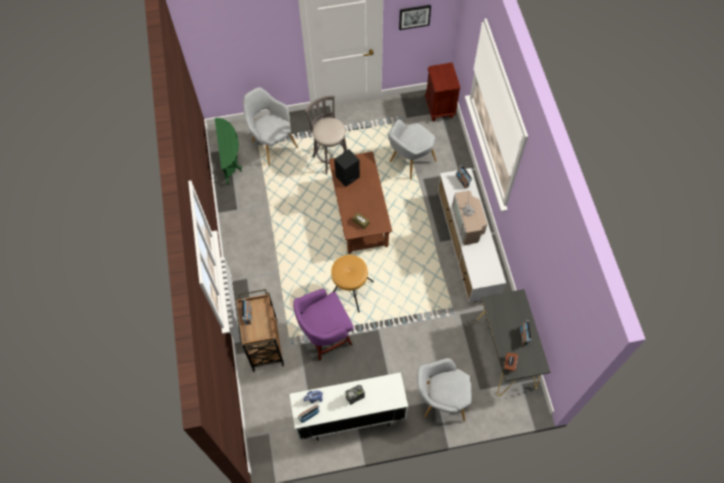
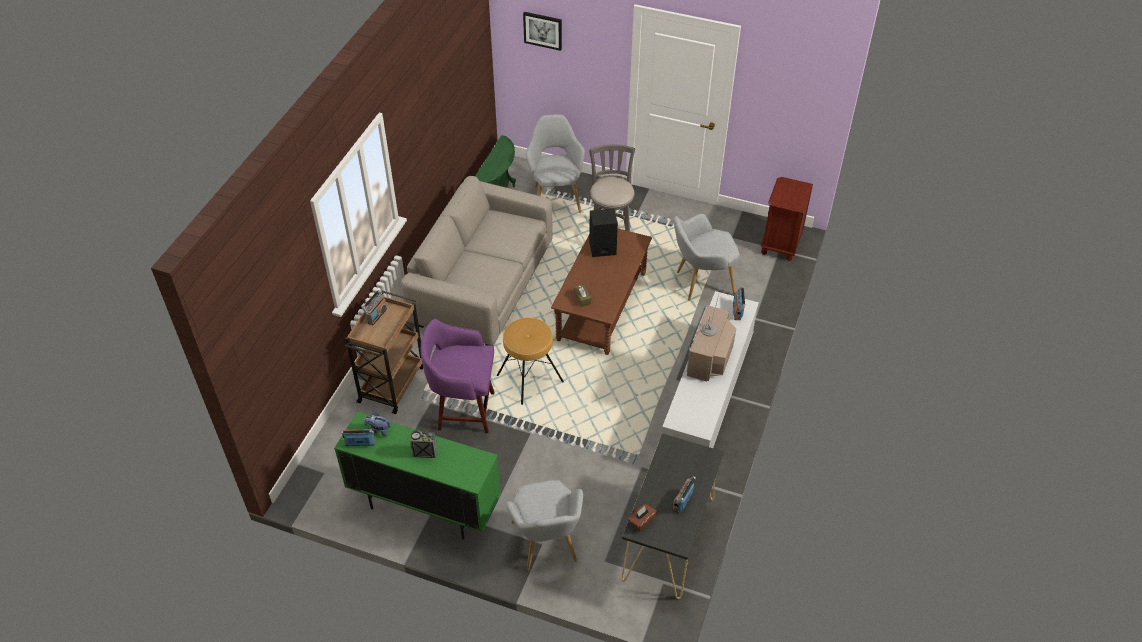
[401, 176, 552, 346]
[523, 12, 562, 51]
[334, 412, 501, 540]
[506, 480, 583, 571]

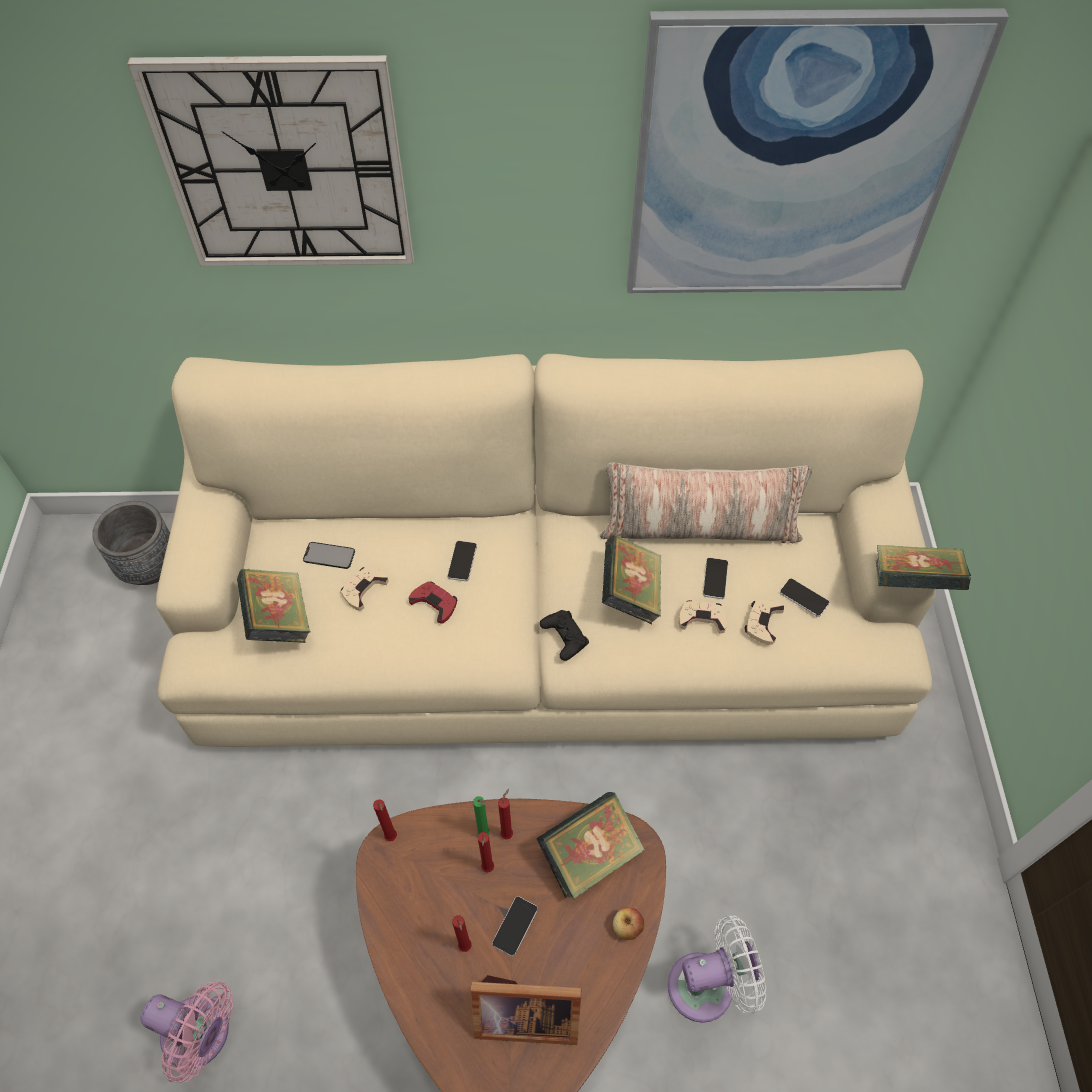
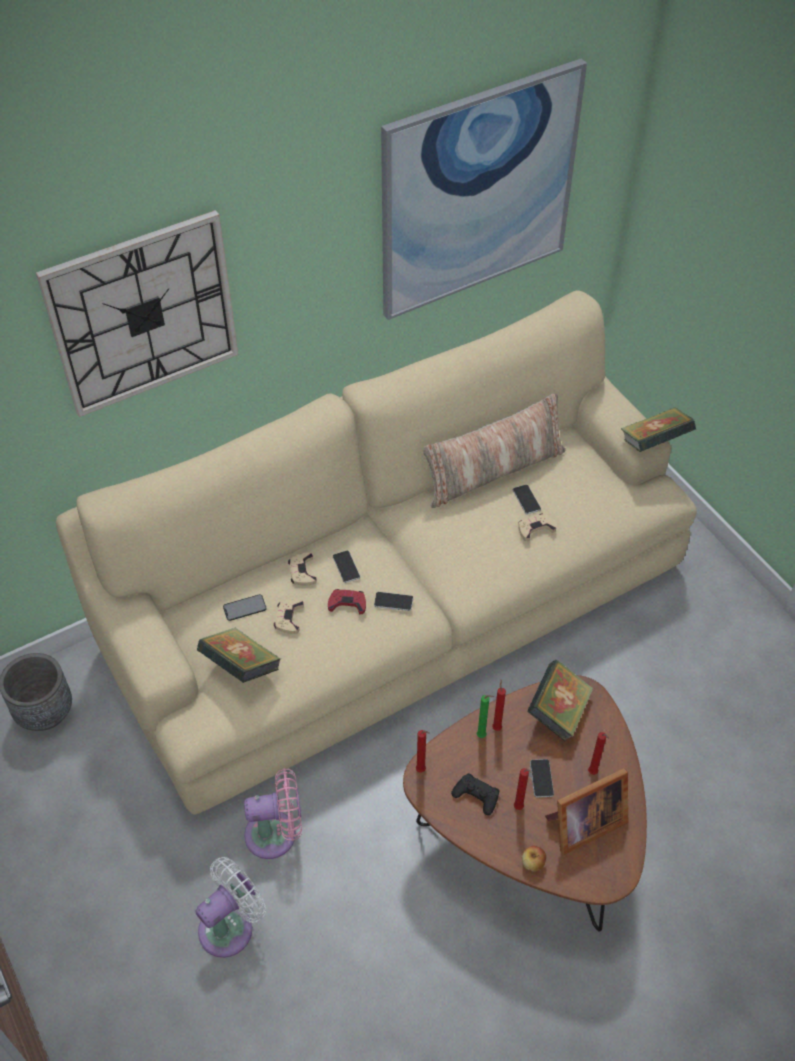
[602, 535, 662, 624] (first image)
[244, 768, 302, 859]
[588, 732, 609, 775]
[451, 773, 500, 815]
[522, 846, 546, 872]
[196, 857, 266, 958]
[288, 553, 317, 586]
[374, 592, 413, 611]

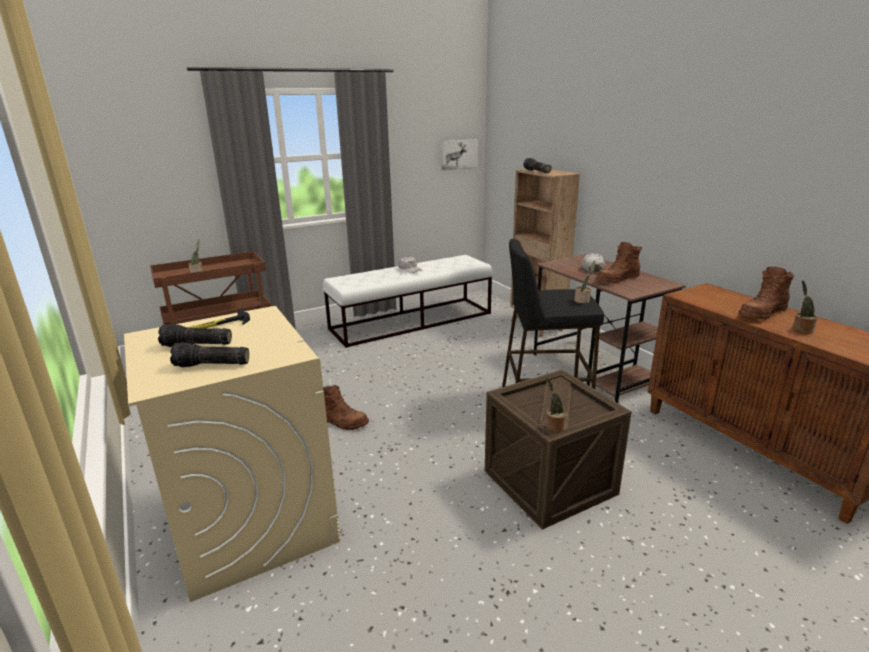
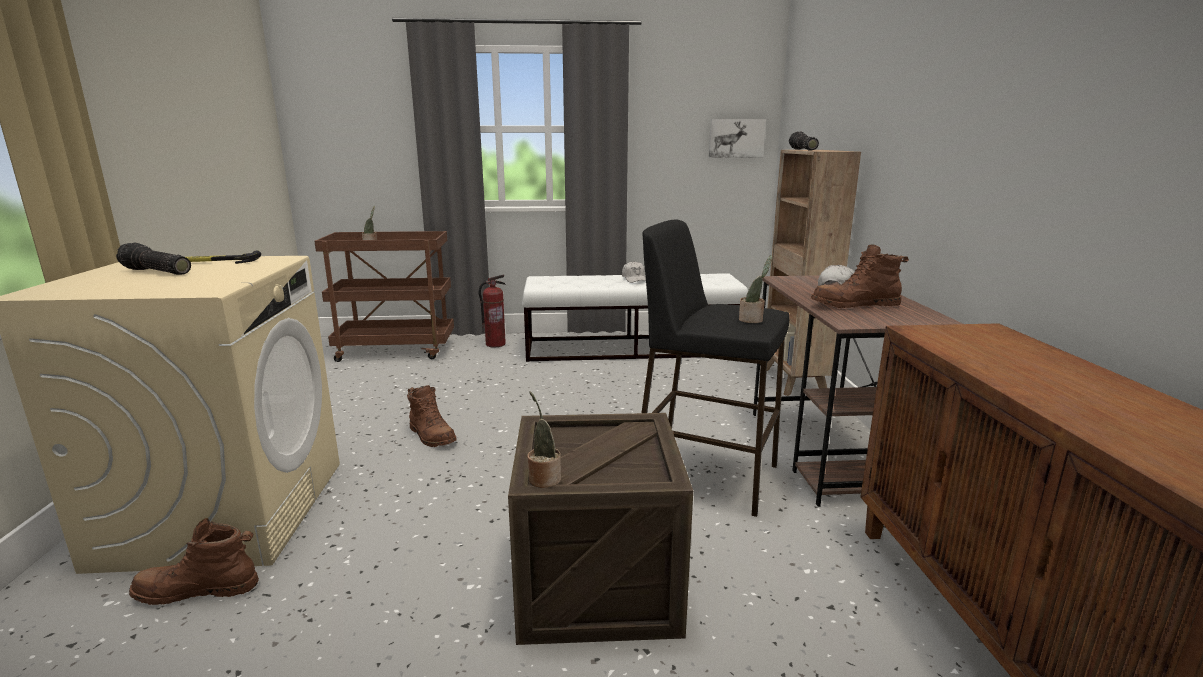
[170, 342, 249, 367] (first image)
[792, 280, 818, 334] (first image)
[479, 275, 506, 347]
[129, 518, 259, 605]

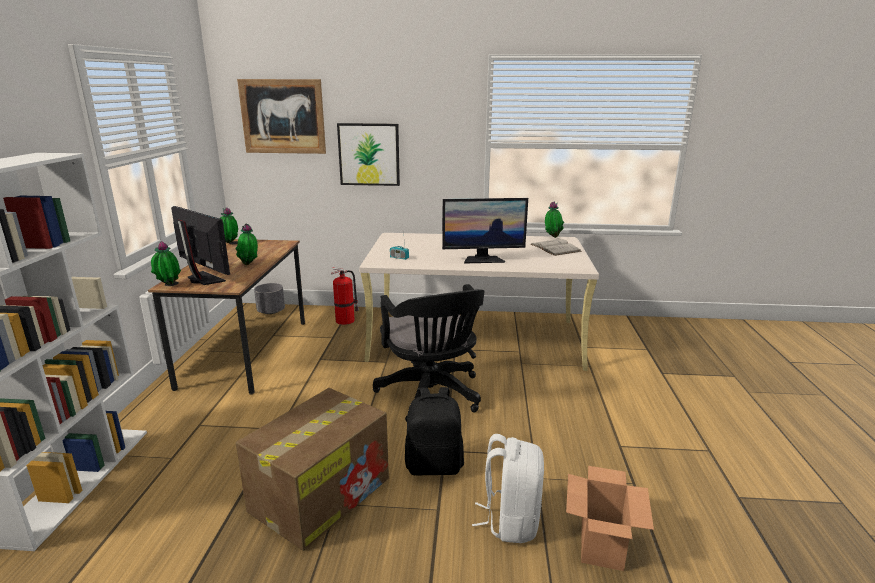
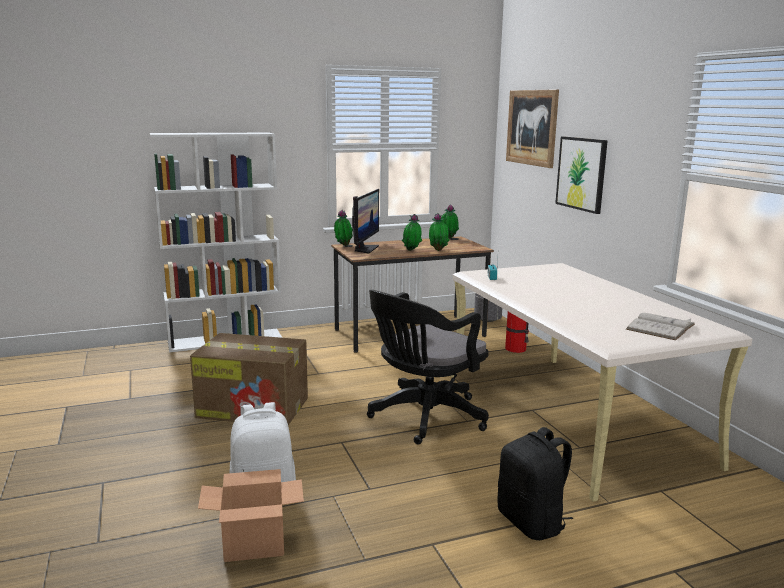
[442, 198, 528, 263] (first image)
[497, 427, 573, 540]
[429, 213, 450, 251]

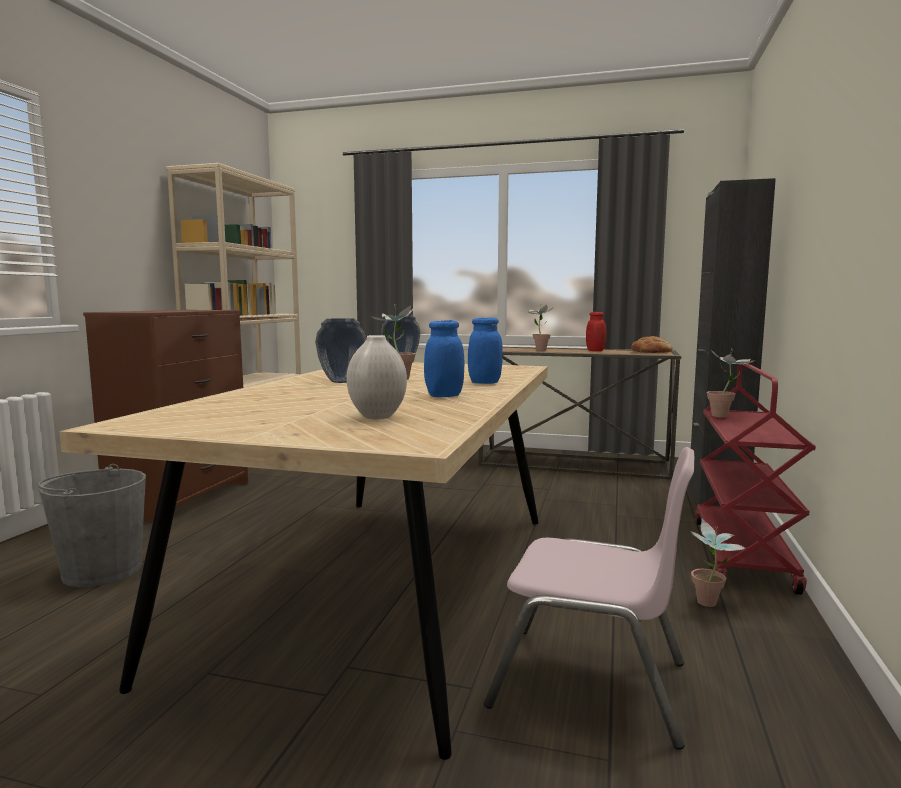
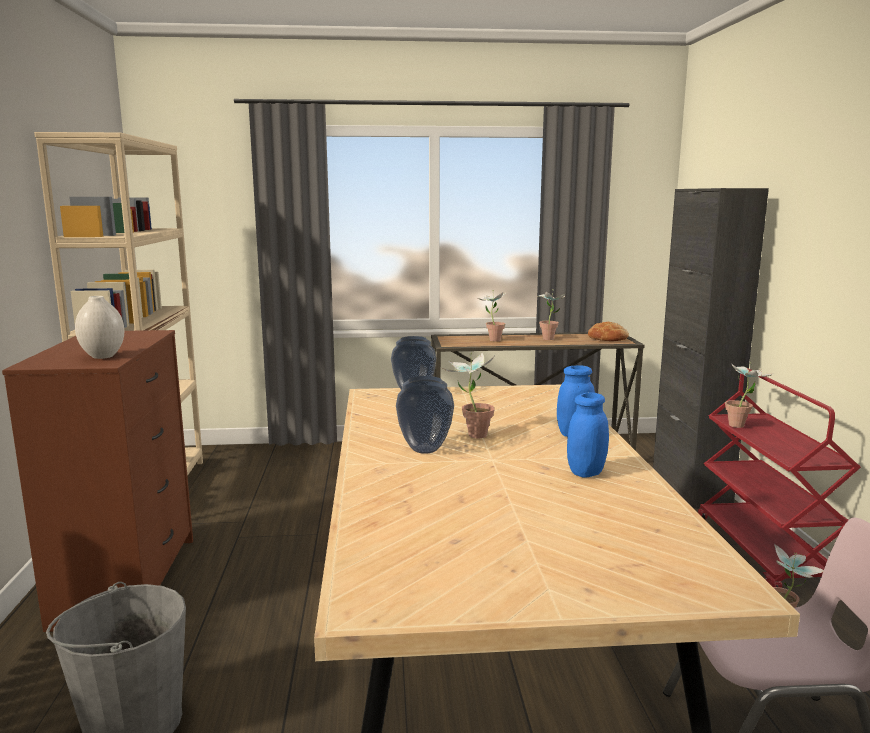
[75, 296, 124, 359]
[539, 289, 566, 340]

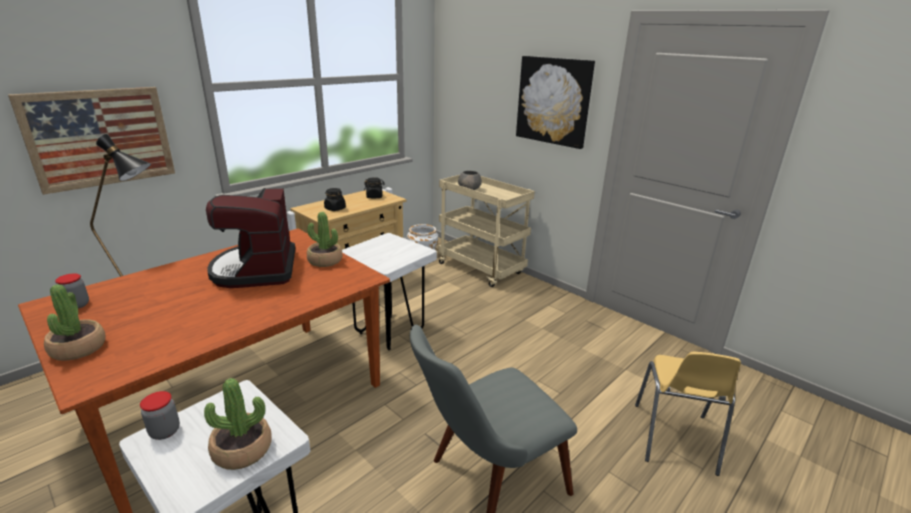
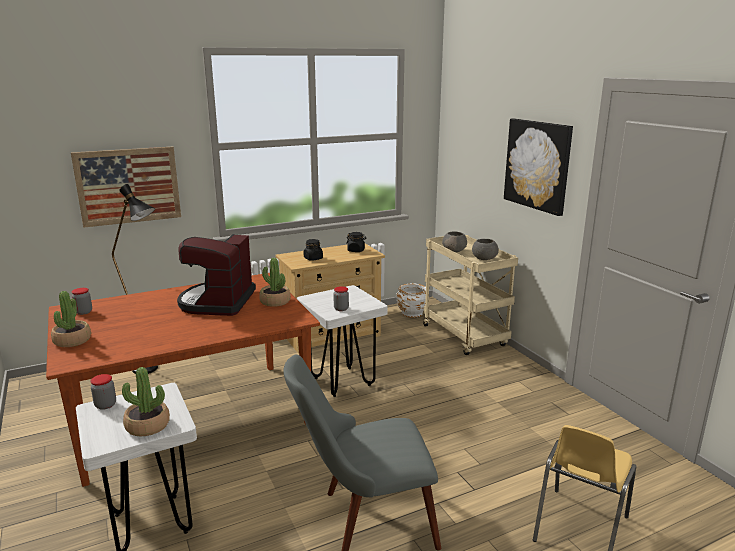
[333, 286, 349, 311]
[472, 239, 499, 260]

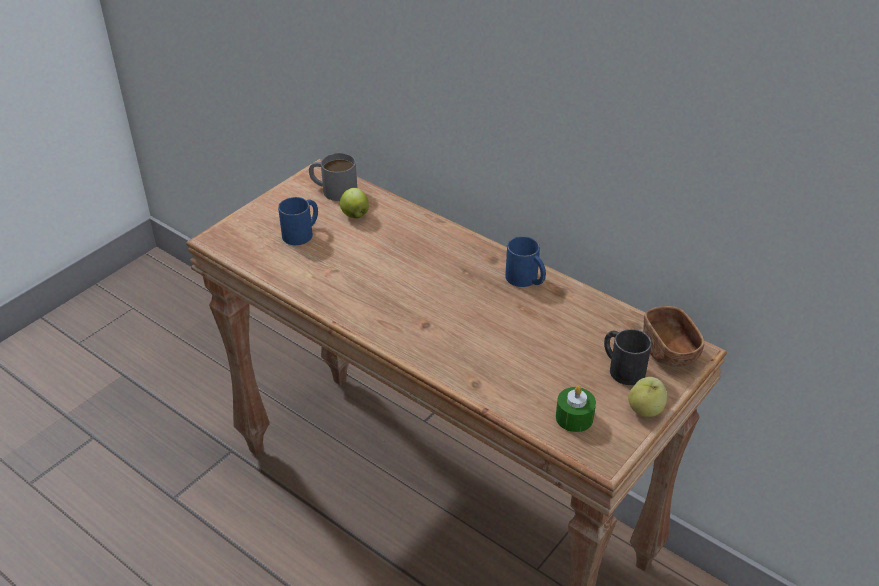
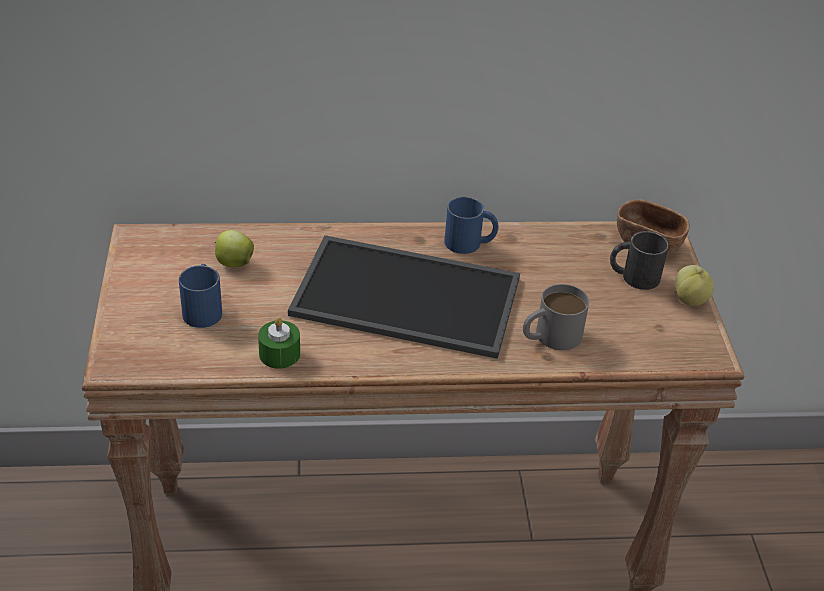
[288, 235, 520, 359]
[523, 284, 589, 350]
[258, 317, 300, 369]

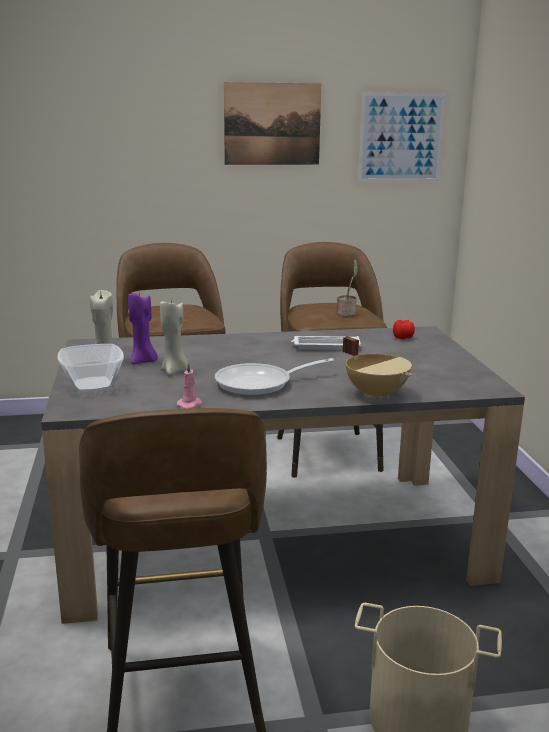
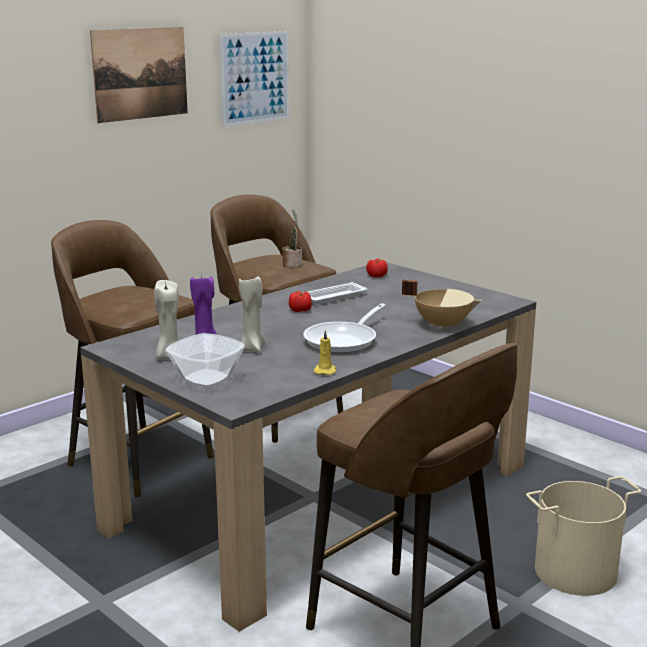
[289, 291, 312, 312]
[314, 330, 336, 375]

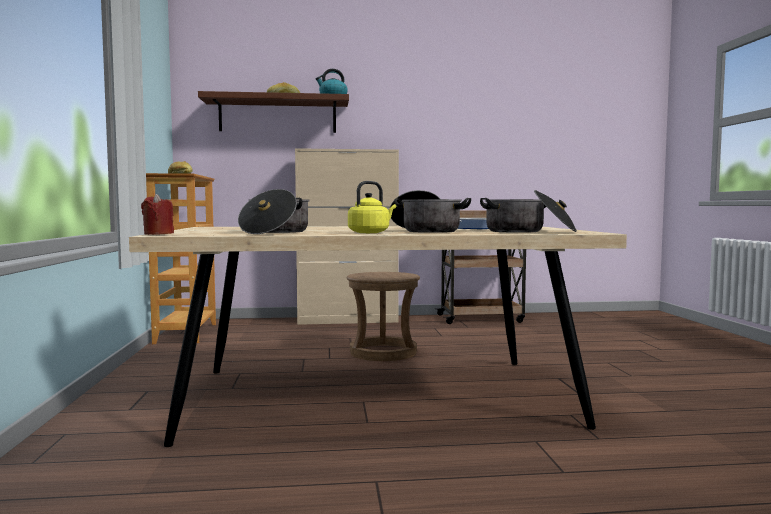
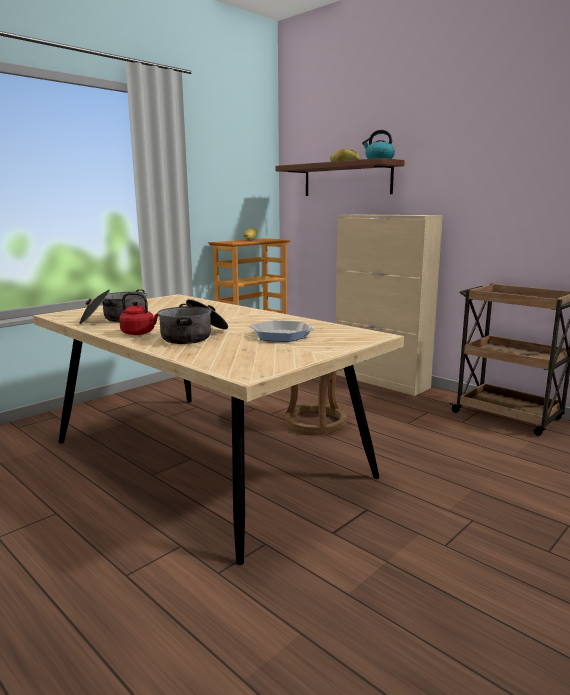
[141, 194, 174, 235] (first image)
[480, 190, 577, 233] (first image)
[119, 292, 159, 335]

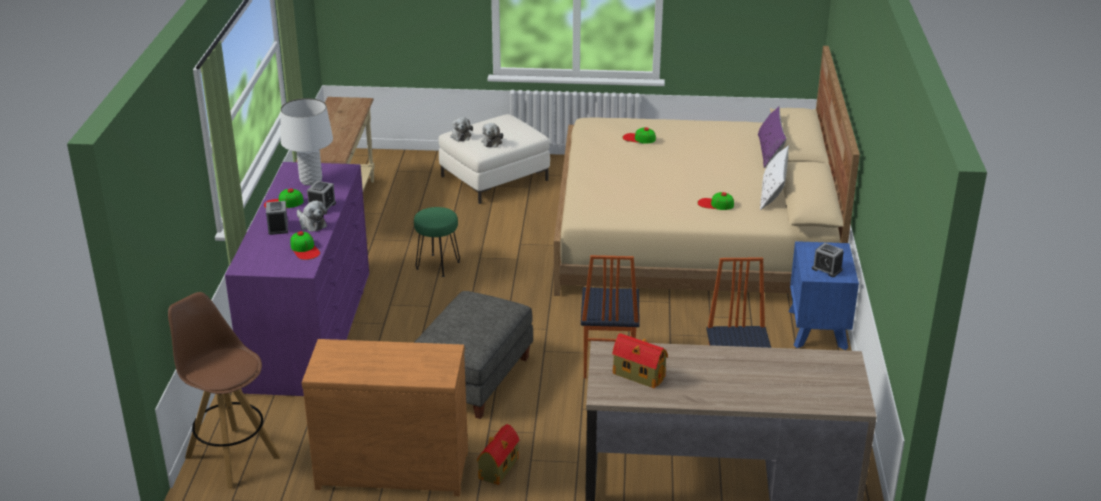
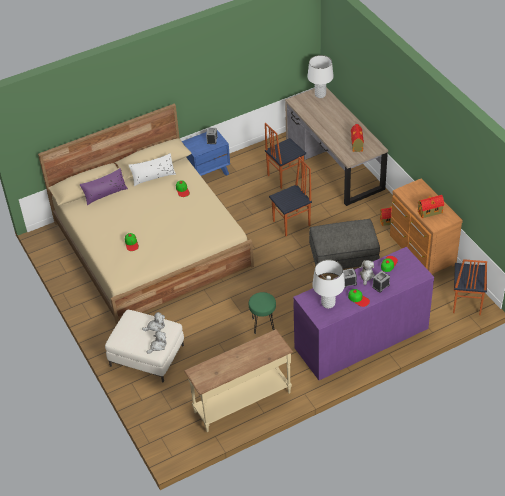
[307, 55, 334, 98]
[418, 195, 444, 218]
[453, 259, 487, 315]

